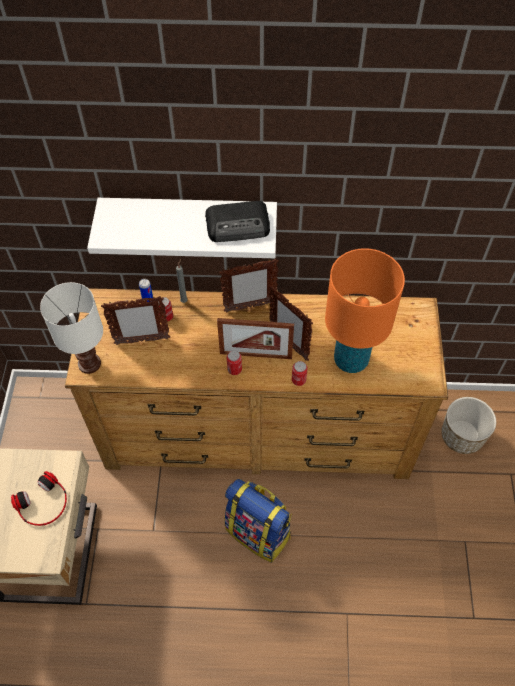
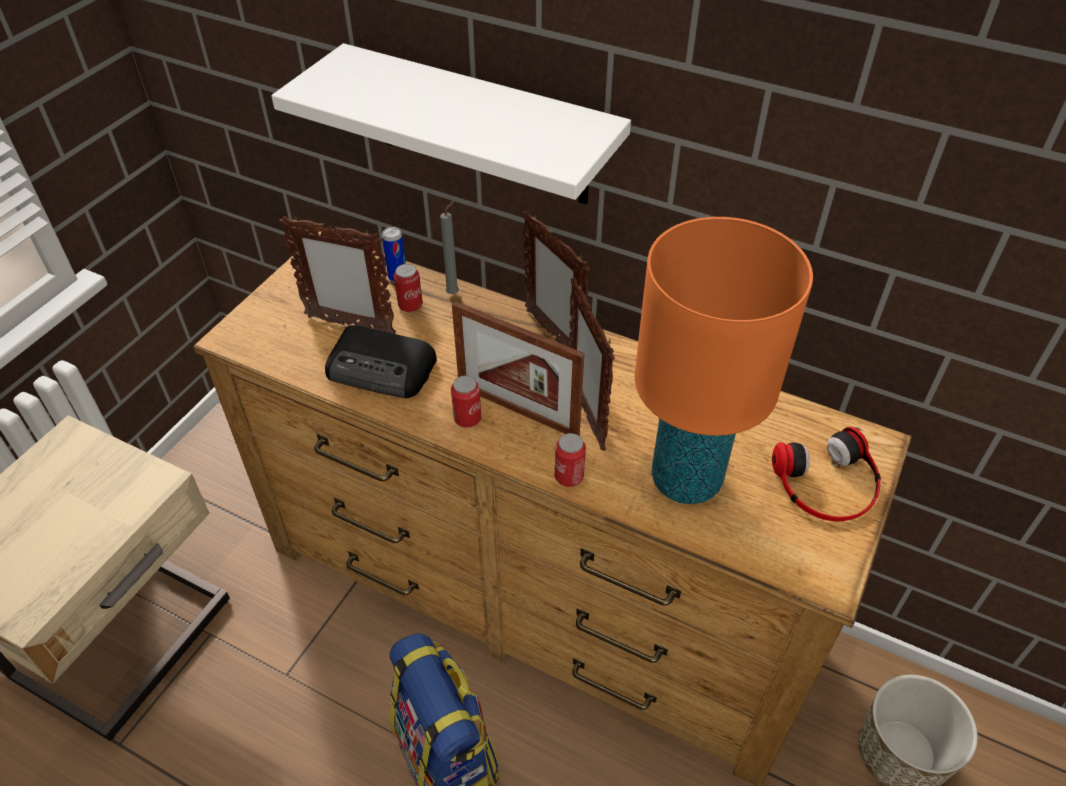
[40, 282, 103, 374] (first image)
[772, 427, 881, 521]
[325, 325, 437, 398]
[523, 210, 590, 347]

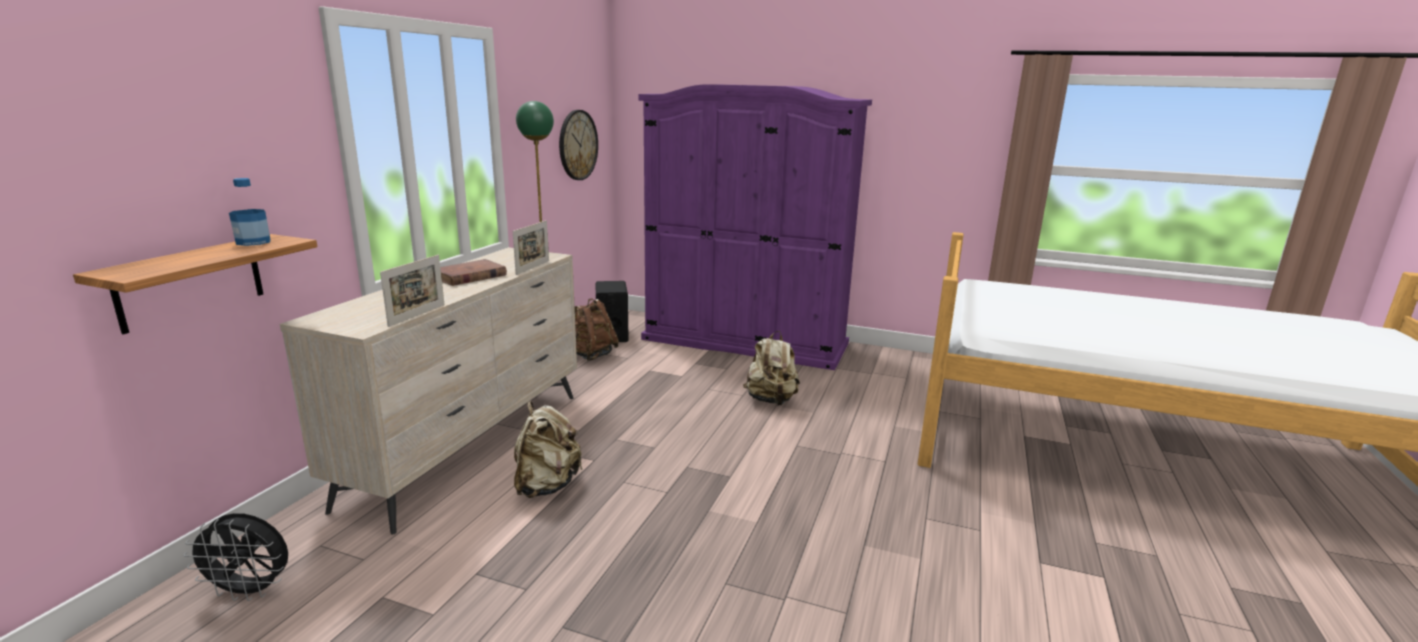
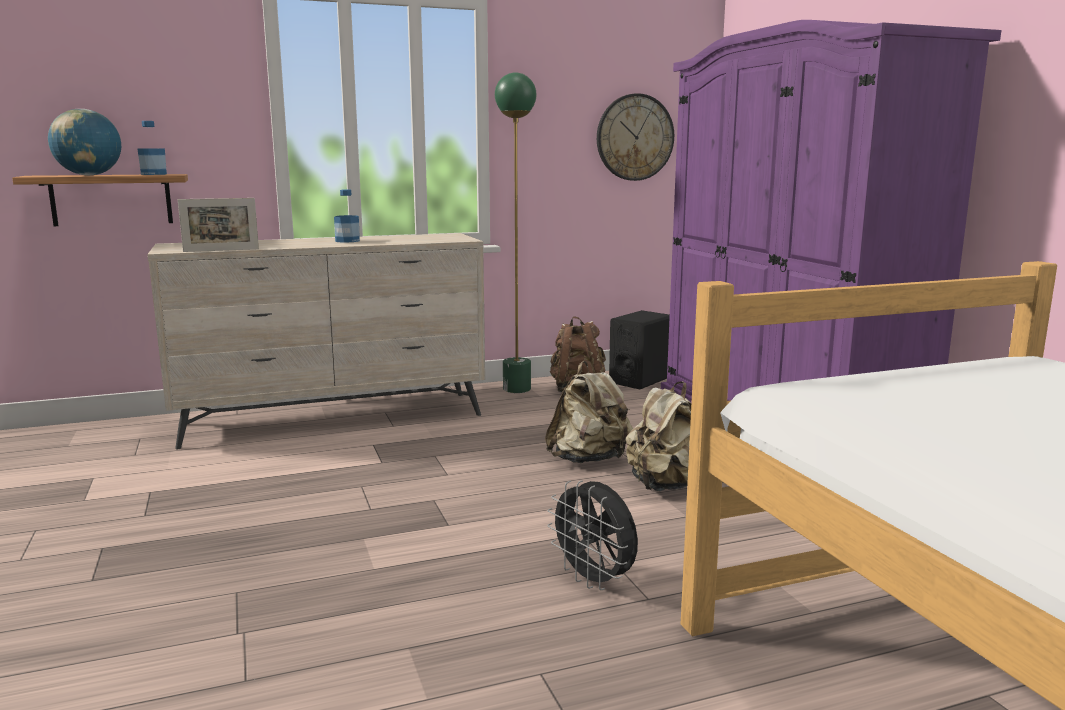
[513, 220, 549, 275] (first image)
[48, 109, 121, 175]
[547, 480, 638, 590]
[545, 361, 633, 463]
[334, 189, 360, 243]

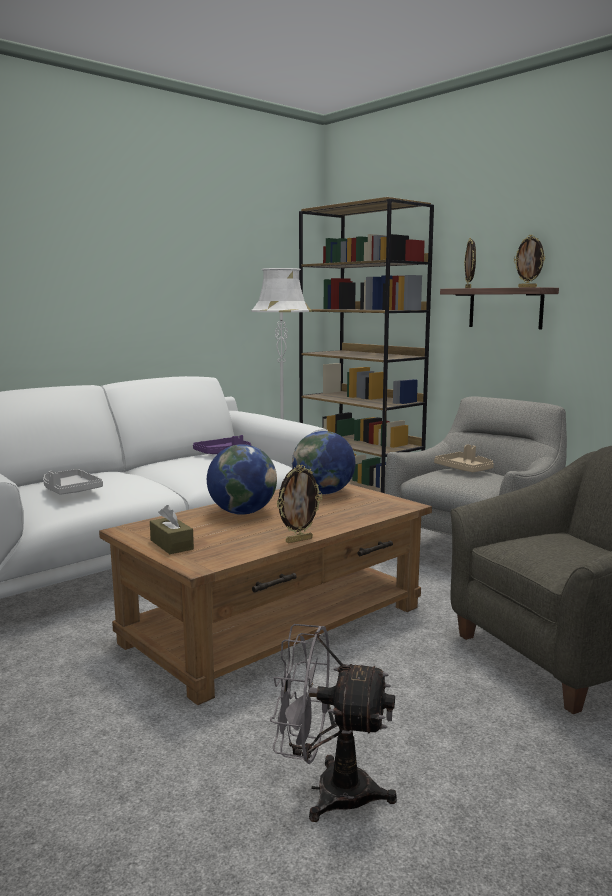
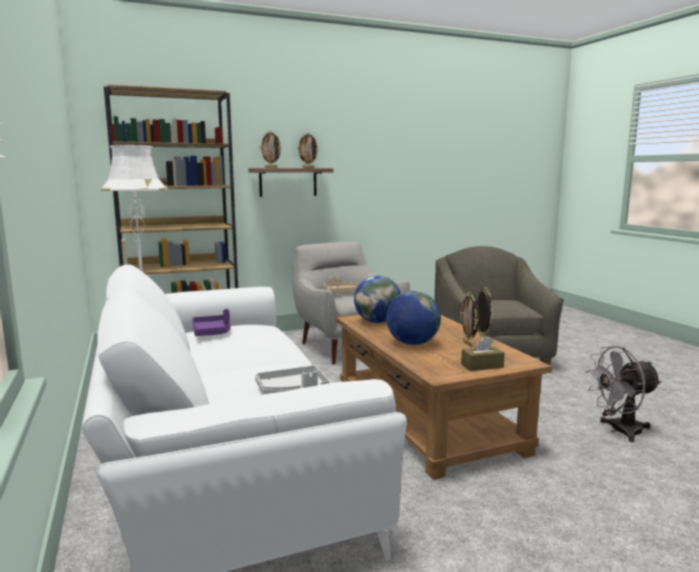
[460, 292, 479, 347]
[585, 346, 662, 442]

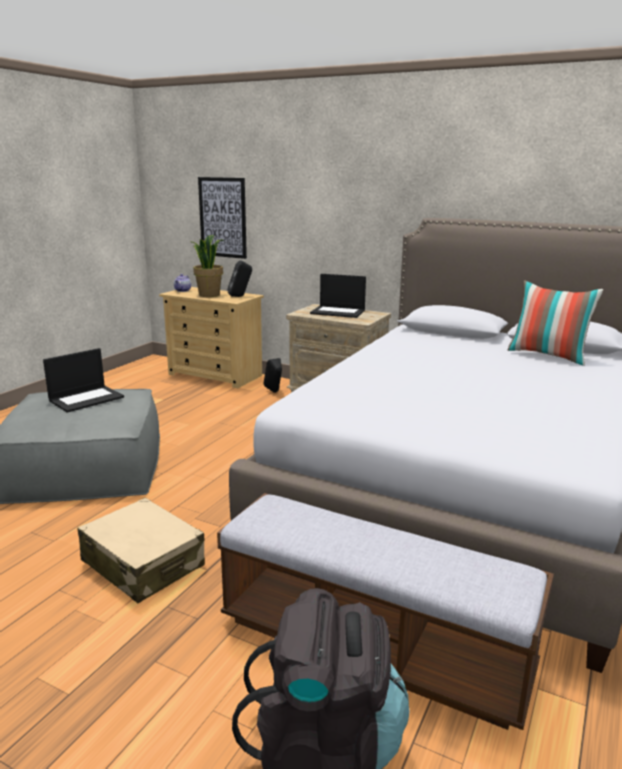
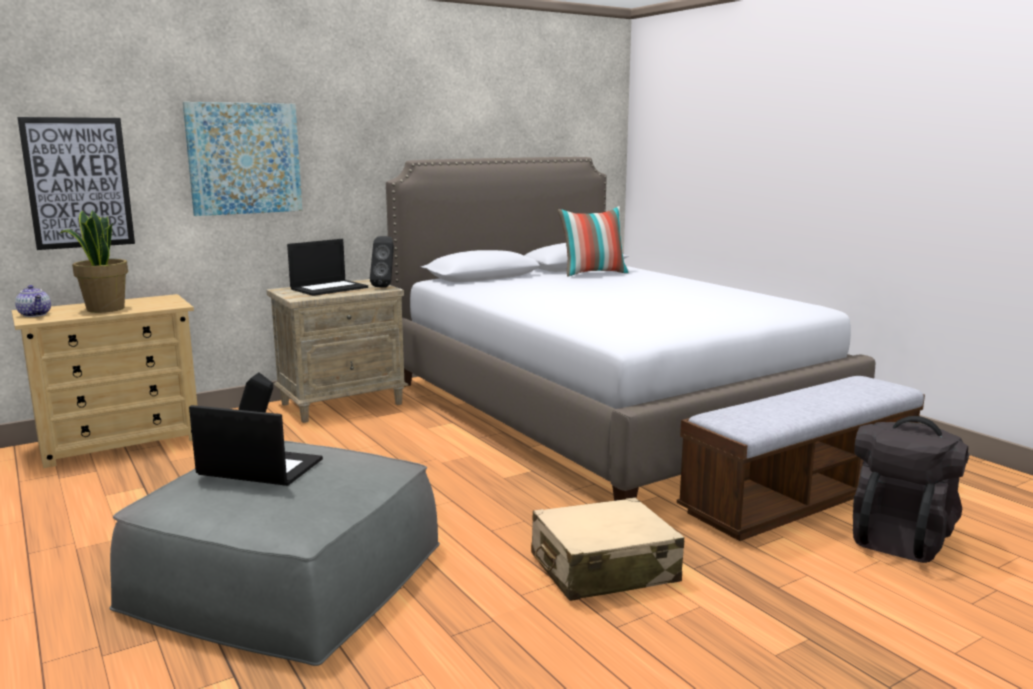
[183, 102, 302, 216]
[370, 236, 394, 288]
[189, 405, 323, 486]

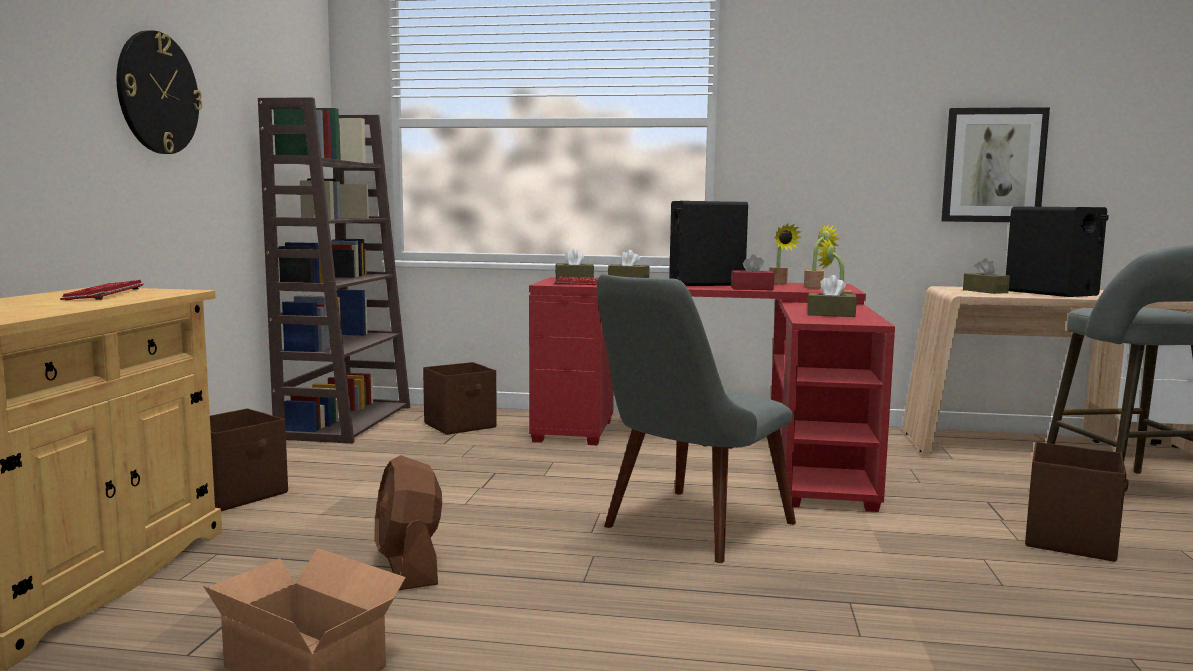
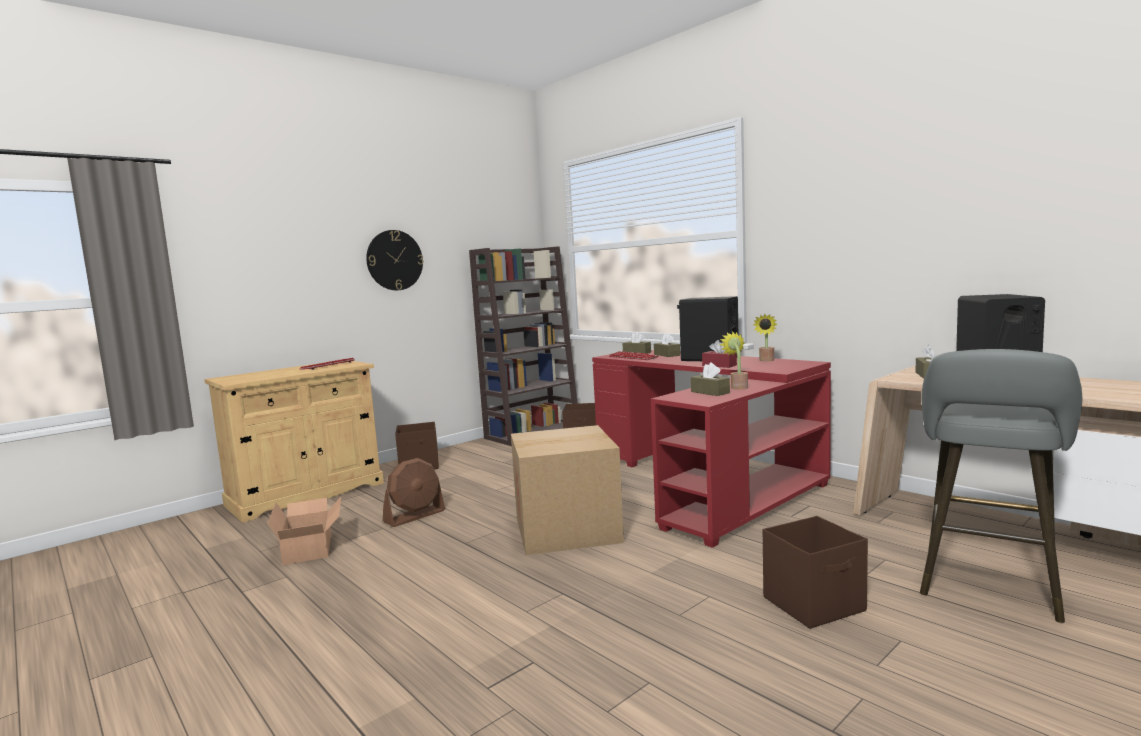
[804, 224, 839, 289] (first image)
[942, 107, 1050, 222] (first image)
[511, 425, 624, 556]
[383, 458, 445, 527]

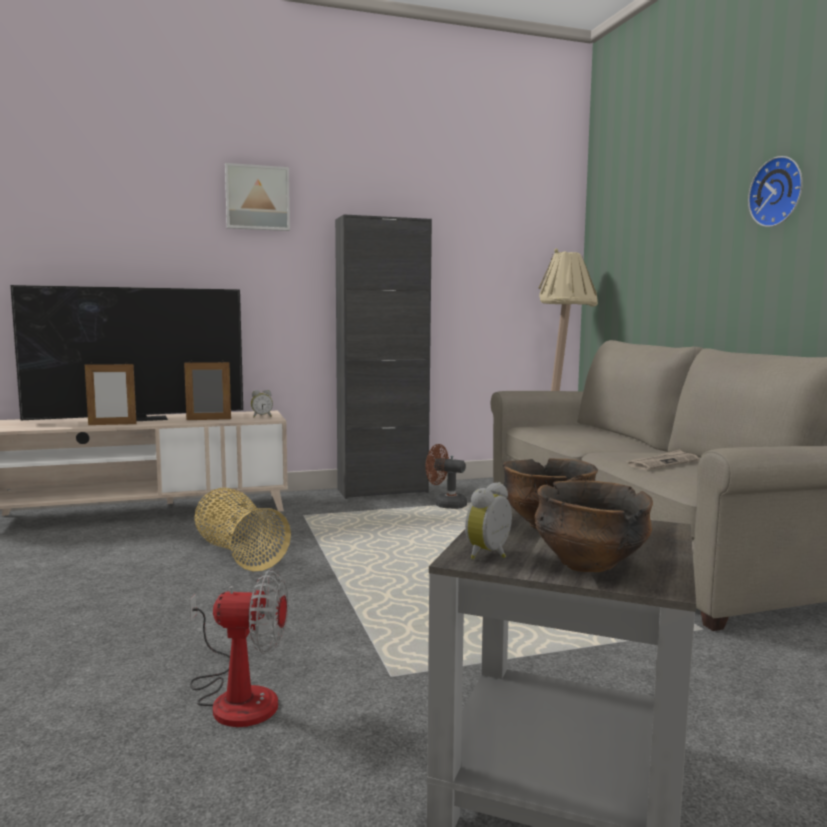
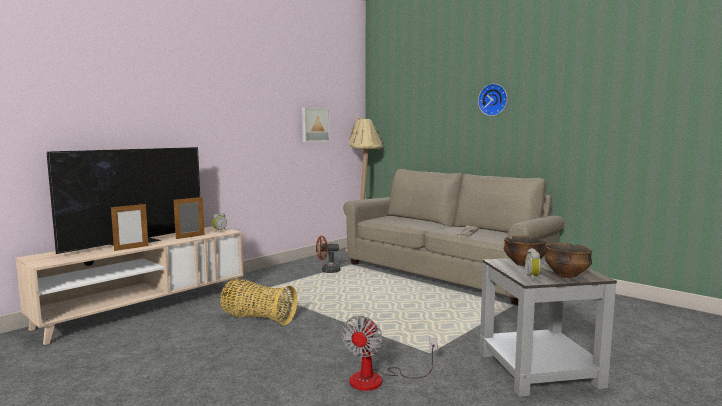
[335, 214, 432, 499] (first image)
[302, 107, 330, 142]
[341, 316, 438, 391]

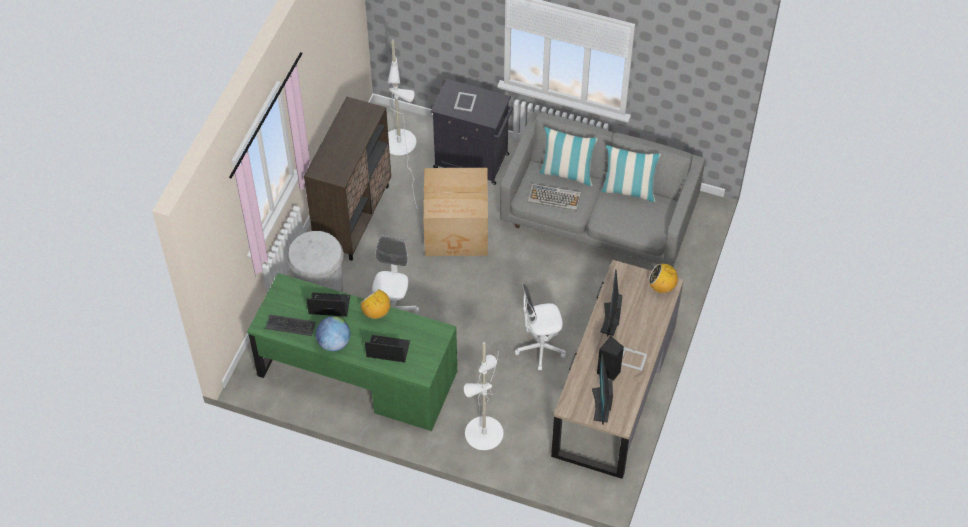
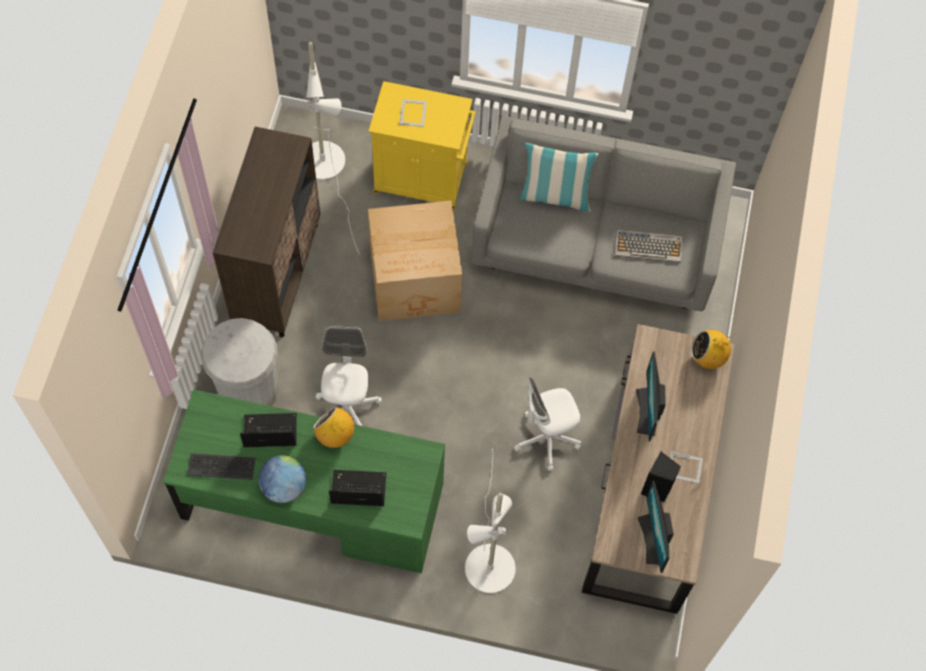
[601, 145, 661, 202] (first image)
[615, 229, 682, 263]
[369, 81, 475, 210]

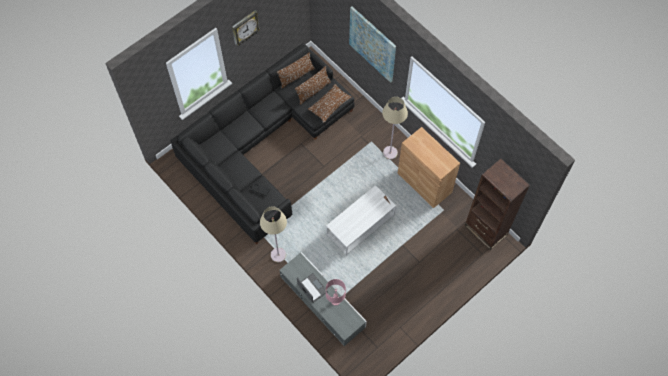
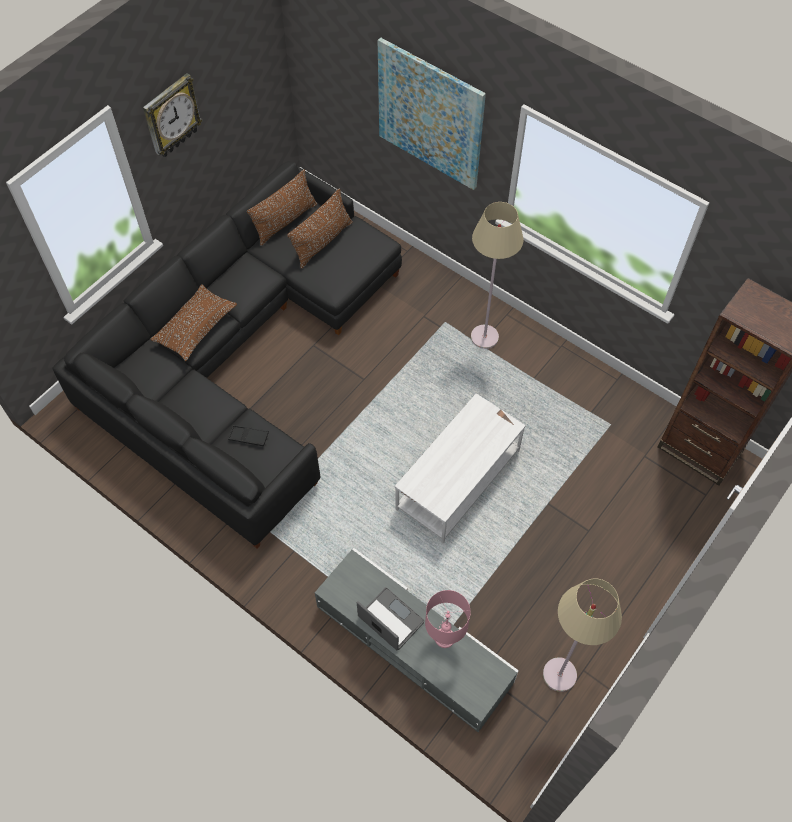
[398, 127, 460, 208] (first image)
[543, 579, 622, 692]
[151, 284, 237, 361]

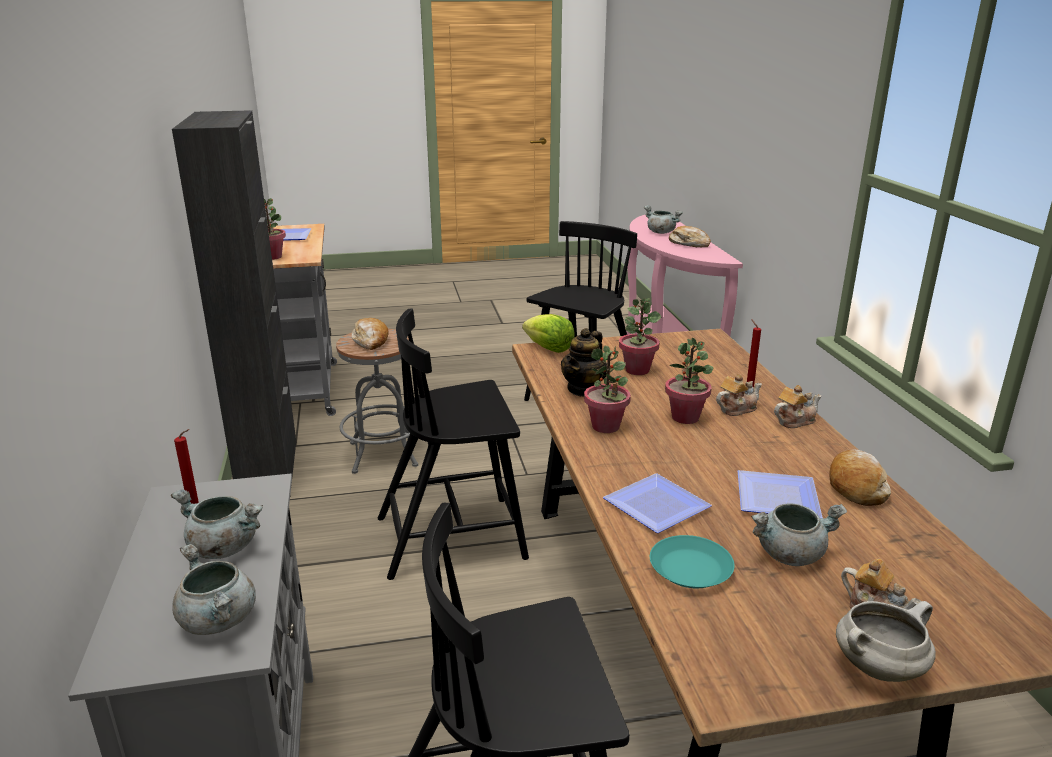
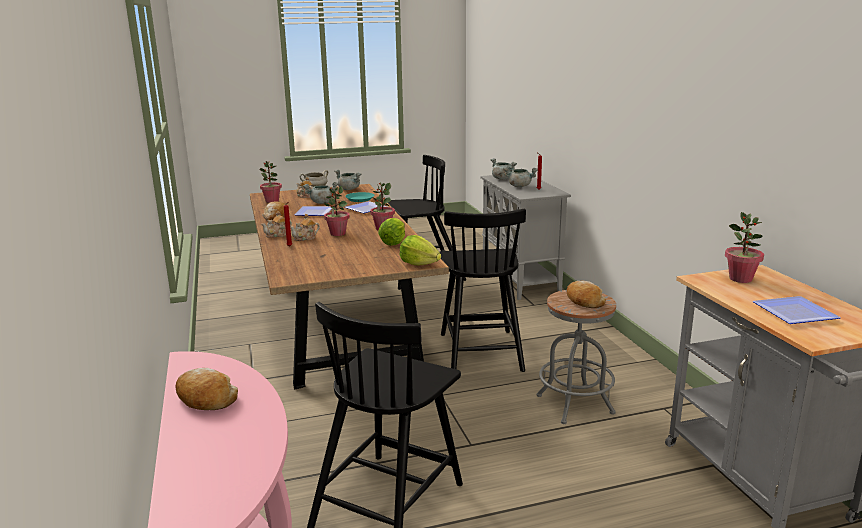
[172, 110, 296, 497] (first image)
[259, 161, 282, 203]
[334, 170, 361, 190]
[378, 218, 405, 246]
[440, 209, 526, 372]

